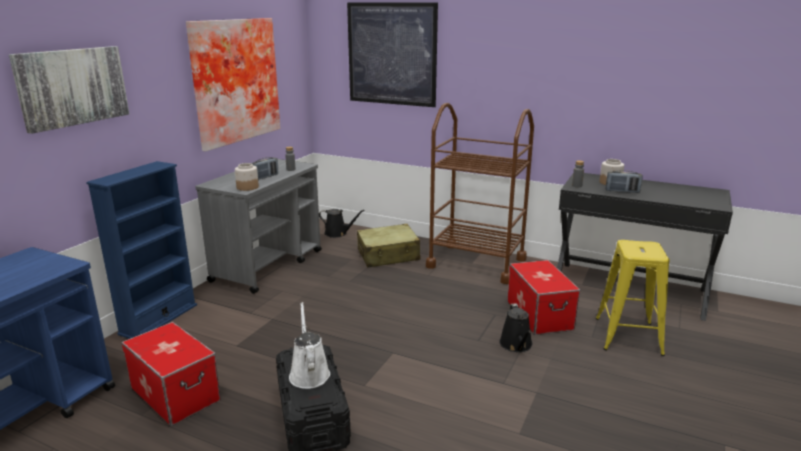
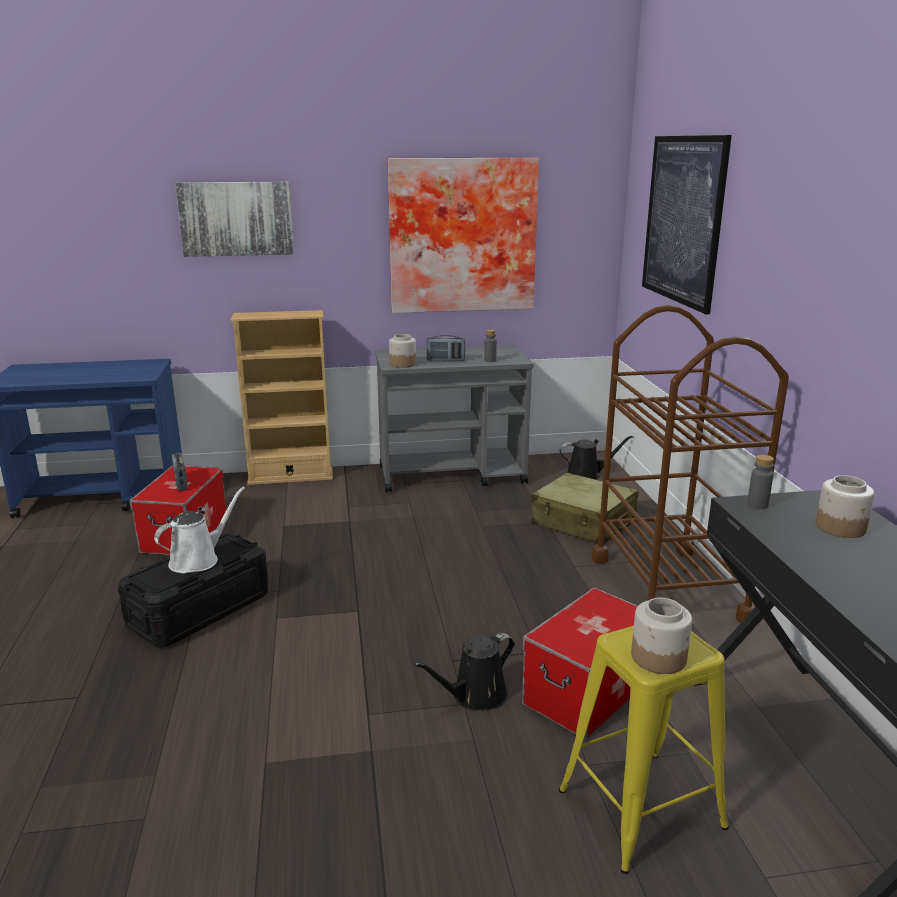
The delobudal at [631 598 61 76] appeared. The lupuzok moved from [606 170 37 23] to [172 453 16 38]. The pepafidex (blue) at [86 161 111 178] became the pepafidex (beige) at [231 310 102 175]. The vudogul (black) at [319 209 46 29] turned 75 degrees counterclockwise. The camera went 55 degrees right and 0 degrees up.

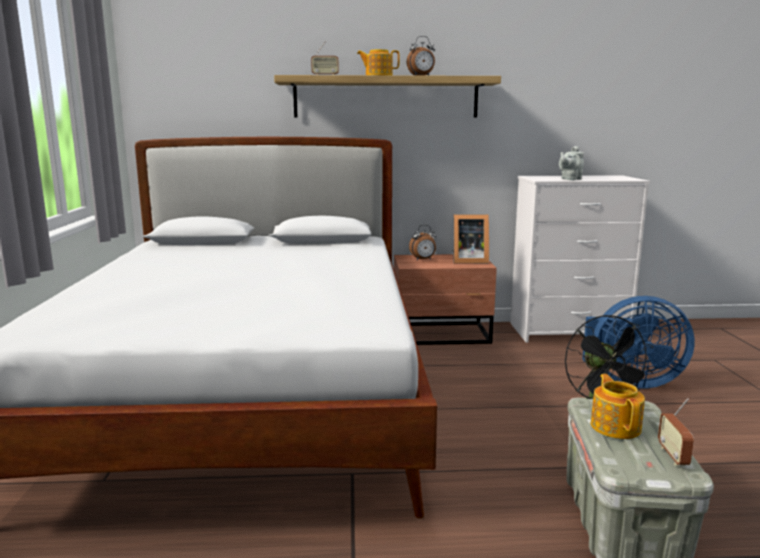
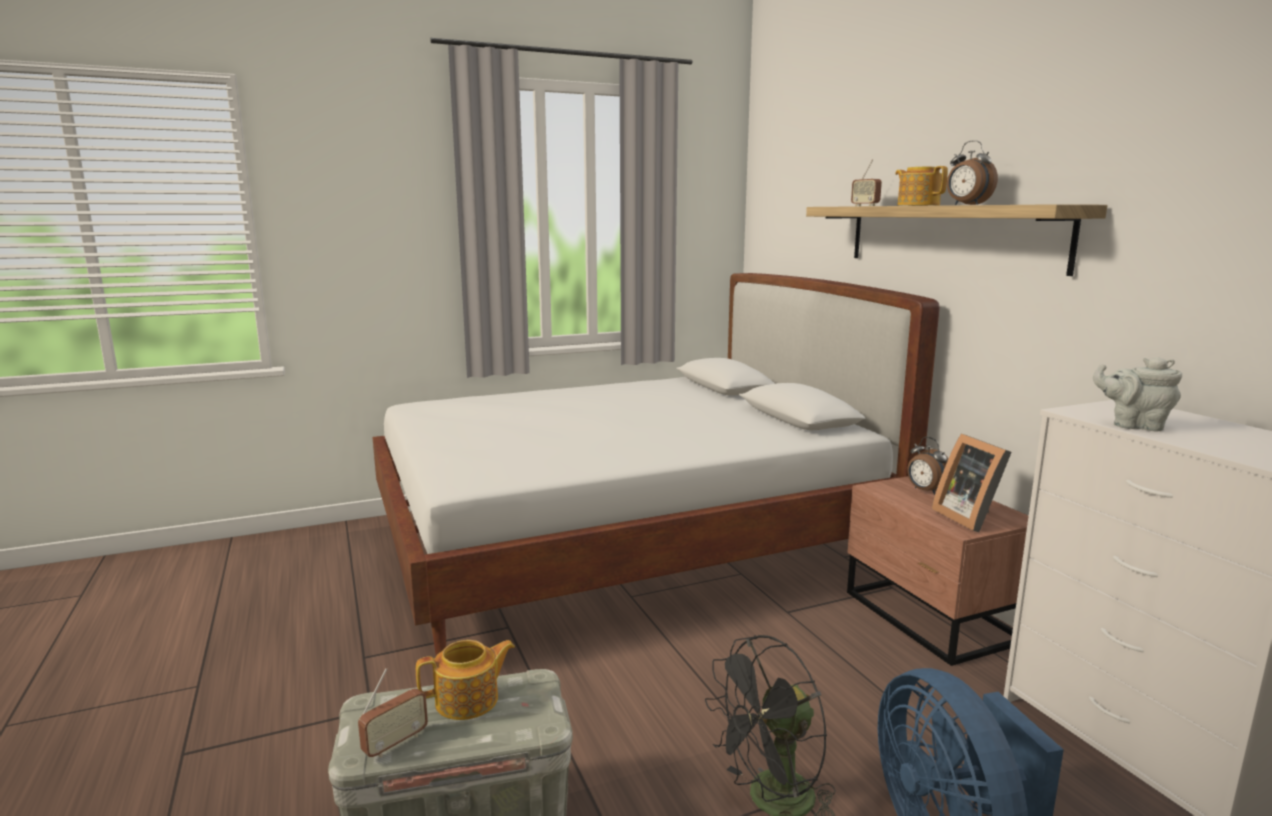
The lupuzok at [658 398 36 68] turned 150 degrees clockwise. The camera went 70 degrees right and 0 degrees up.

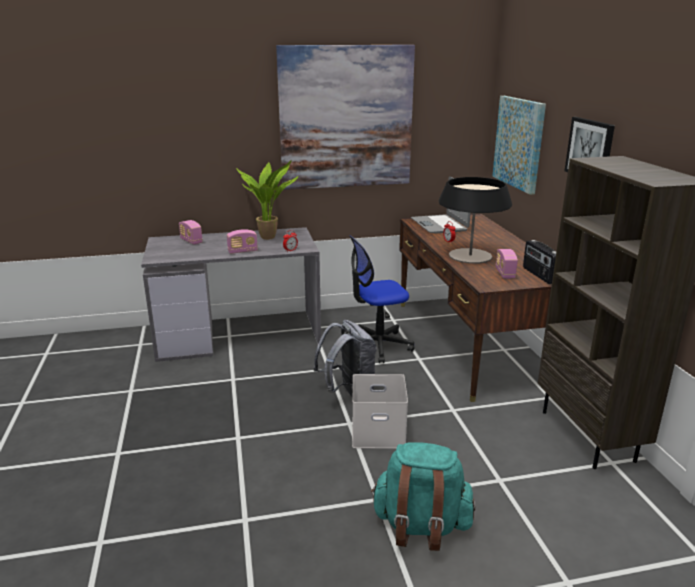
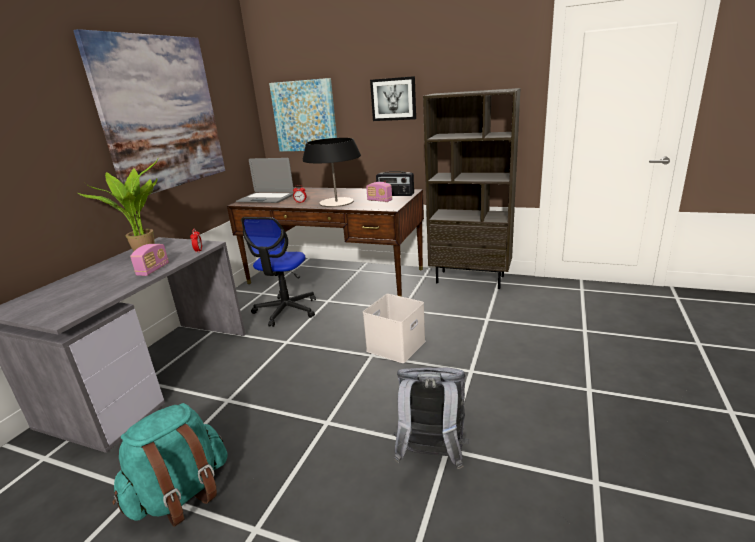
The lupuzok at [179 220 24 25] disappeared. The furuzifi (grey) moved from [313 320 64 78] to [393 367 76 102]. The furuzifi (turquoise) moved from [371 442 104 109] to [113 403 115 124]. The camera went 55 degrees left and 0 degrees up.

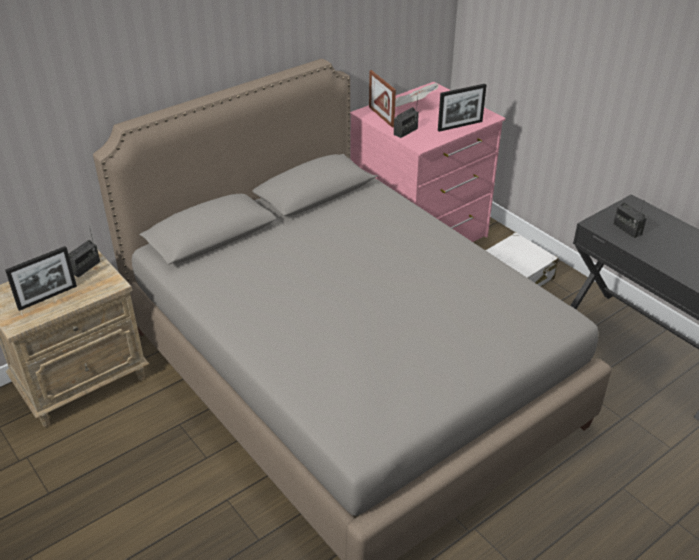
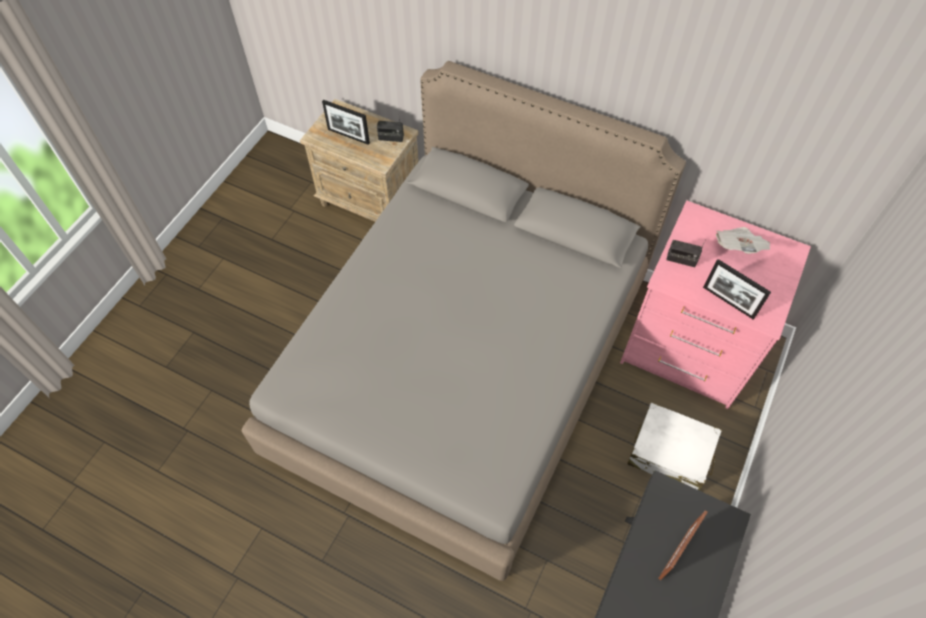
The lupuzok at [613 202 34 36] disappeared. The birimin moved from [369 70 27 58] to [658 510 50 70]. The camera went 65 degrees right and 20 degrees up.

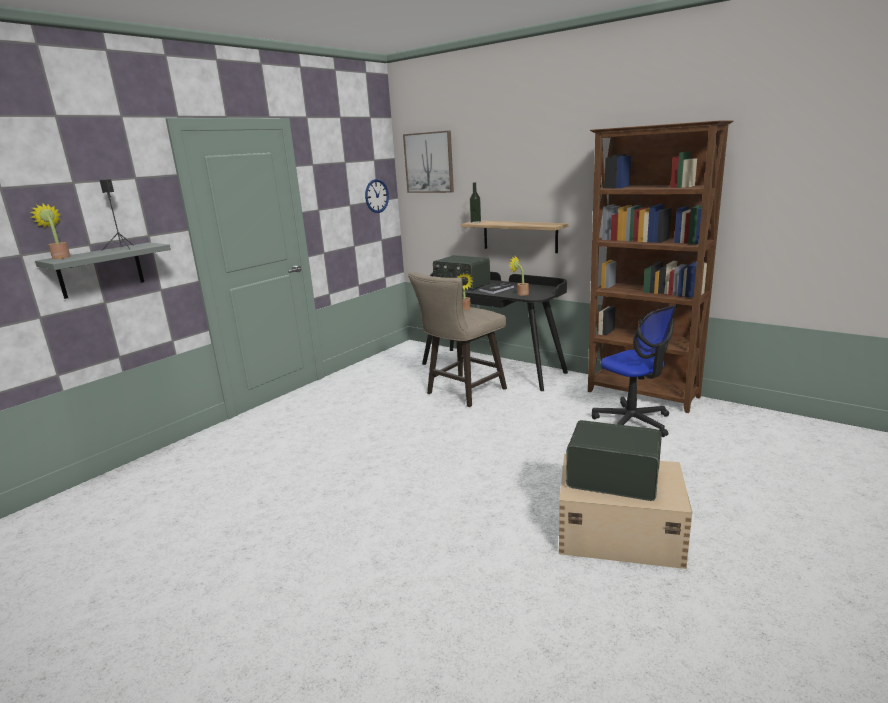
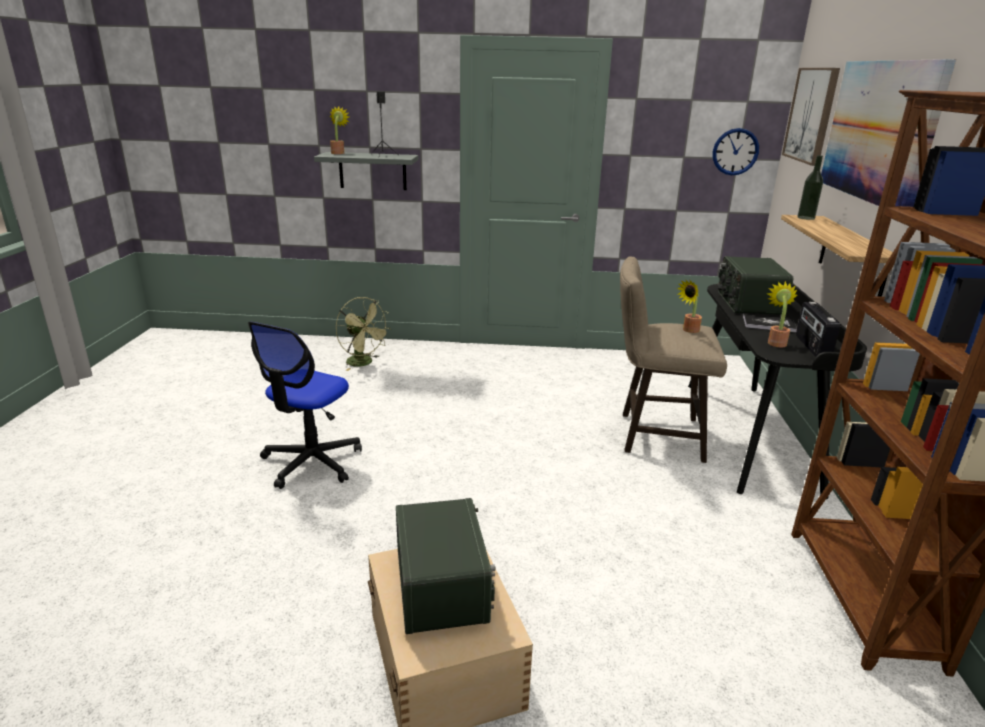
The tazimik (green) at [336 297 55 74] appeared. The lupuzok at [796 302 44 55] appeared. The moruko at [821 59 135 148] appeared. The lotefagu moved from [591 305 86 132] to [248 321 114 168]. The camera went 55 degrees right and 5 degrees up.

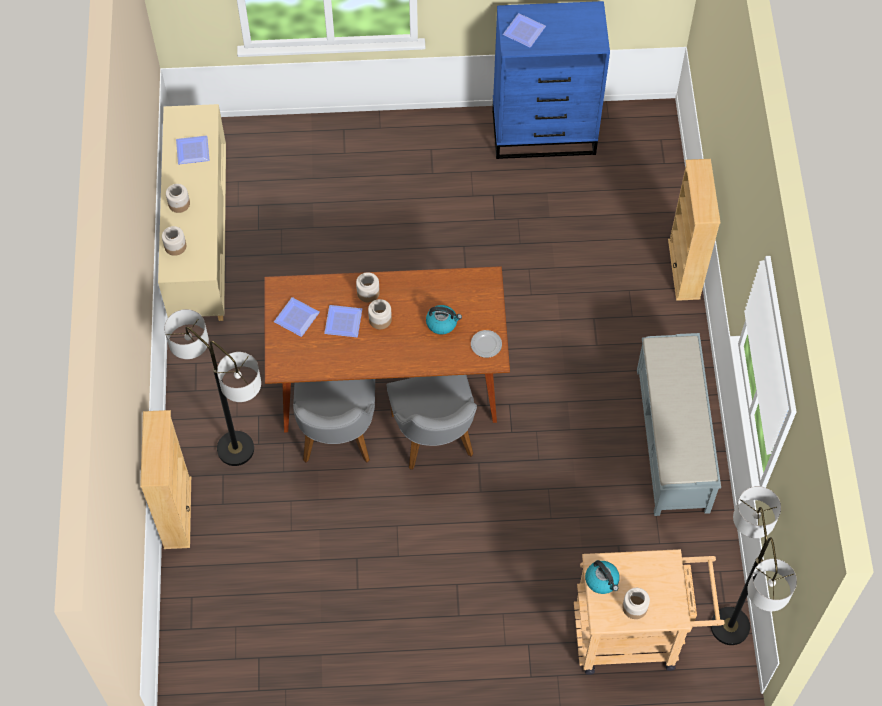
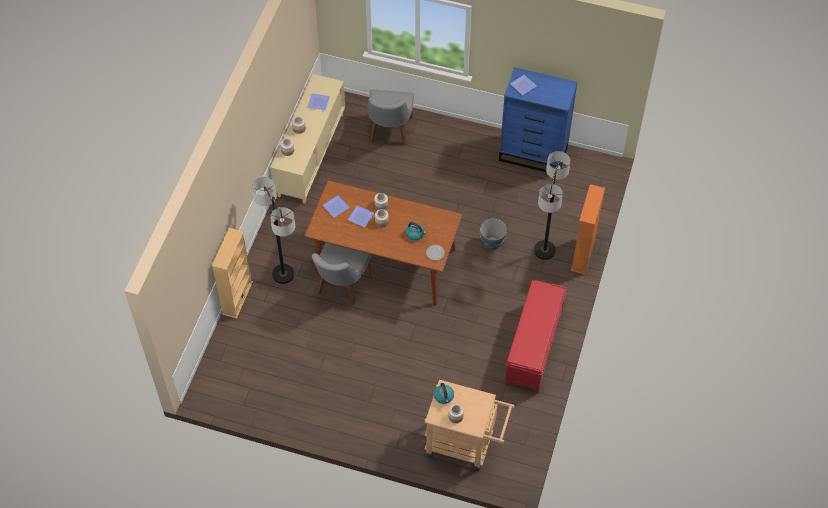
The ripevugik at [480 219 27 31] appeared. The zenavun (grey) moved from [387 375 90 95] to [367 89 47 56]. The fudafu moved from [711 486 86 159] to [534 151 37 109]. The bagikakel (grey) at [637 333 84 183] became the bagikakel (red) at [505 280 62 114]. The pepafidex (beige) at [668 159 53 142] became the pepafidex (orange) at [571 184 34 91]. The camera went 20 degrees right and 5 degrees down.

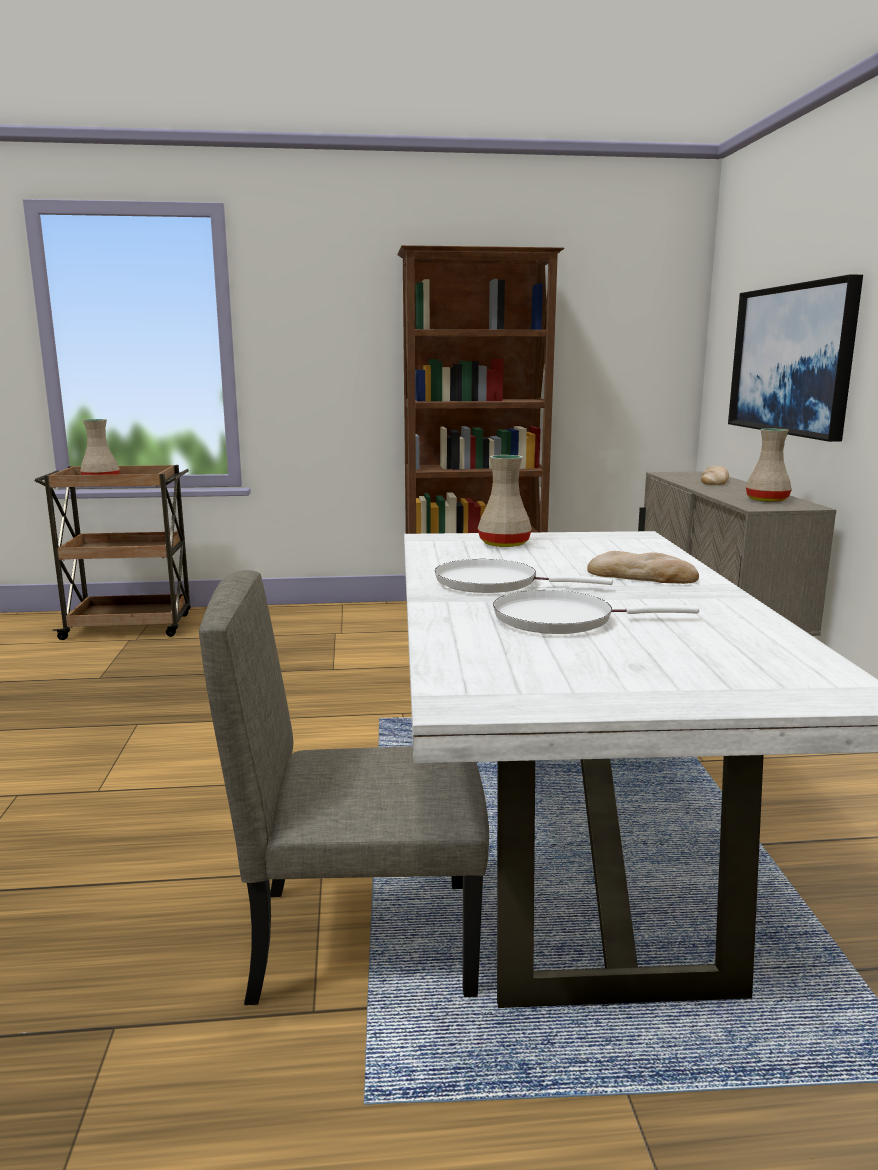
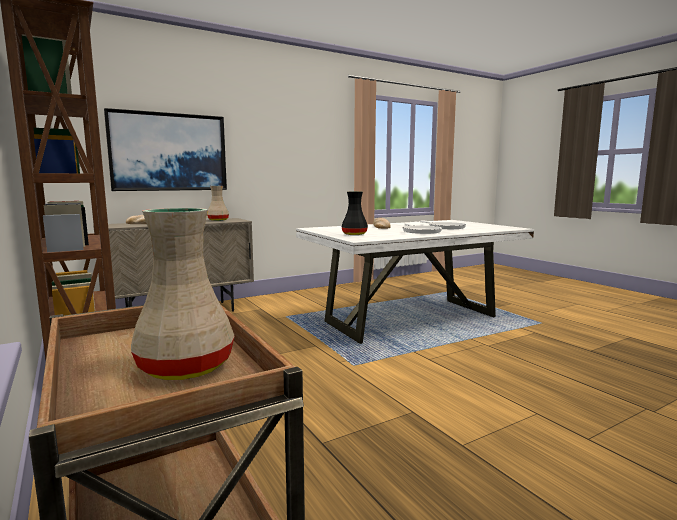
The zenavun (beige) at [199 570 290 435] disappeared. The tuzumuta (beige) at [477 455 55 92] became the tuzumuta (black) at [342 191 26 44]. The camera went 115 degrees left and 5 degrees down.

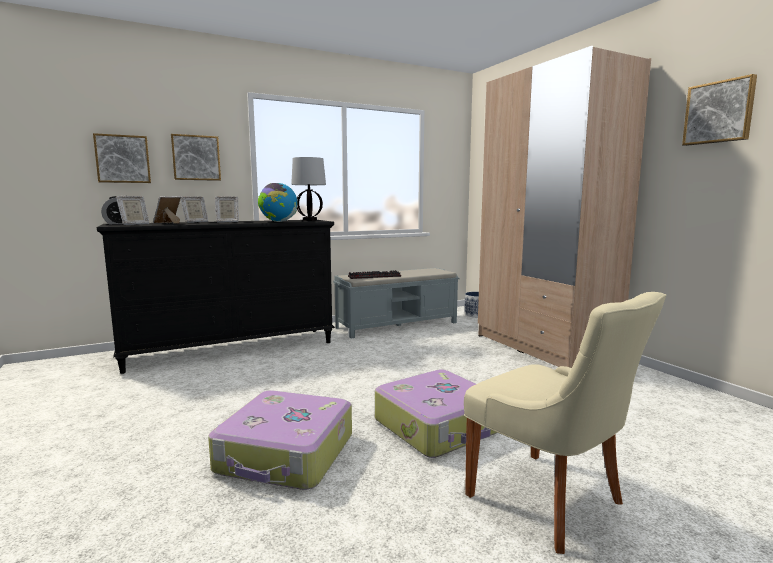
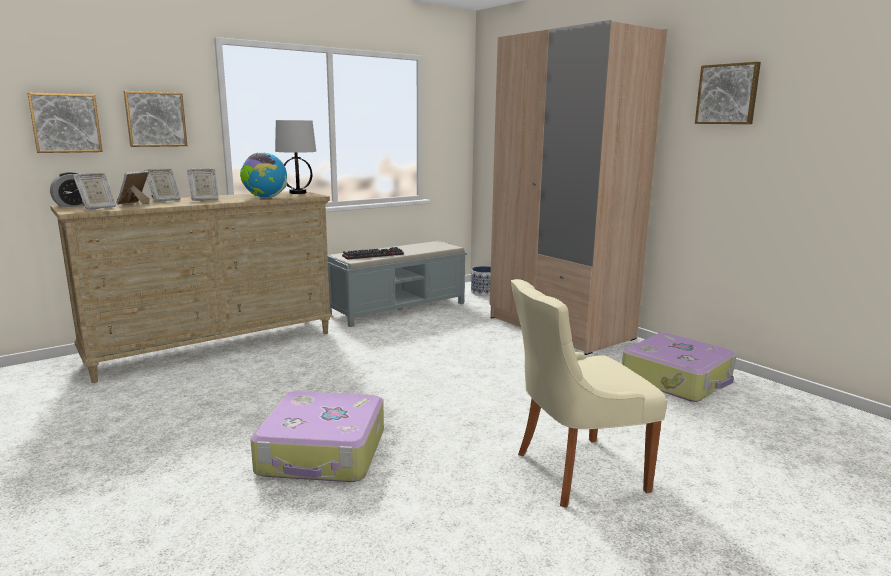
The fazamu moved from [375 370 122 88] to [622 333 114 69]. The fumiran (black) at [97 220 238 154] became the fumiran (beige) at [50 191 283 192]. The zenavun (beige) at [464 292 202 262] turned 120 degrees clockwise. The camera went 10 degrees left and 5 degrees up.

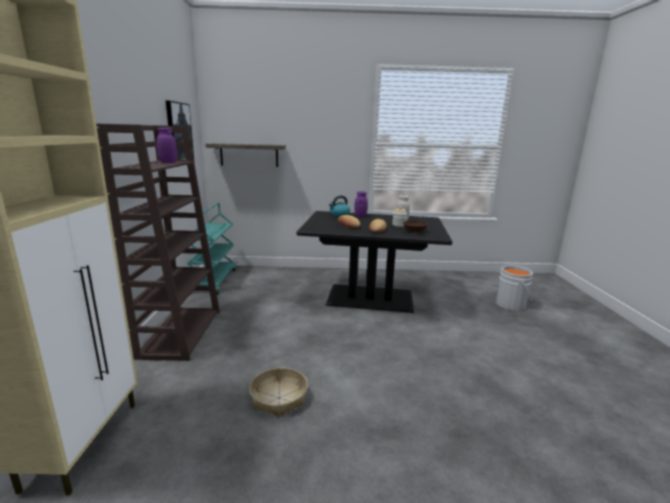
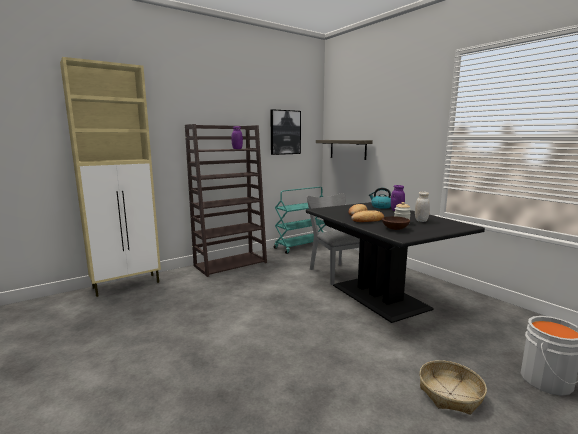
The zenavun (grey) at [307 193 53 92] appeared. The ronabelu moved from [249 368 59 49] to [419 360 68 55]. The camera went 55 degrees right and 5 degrees down.

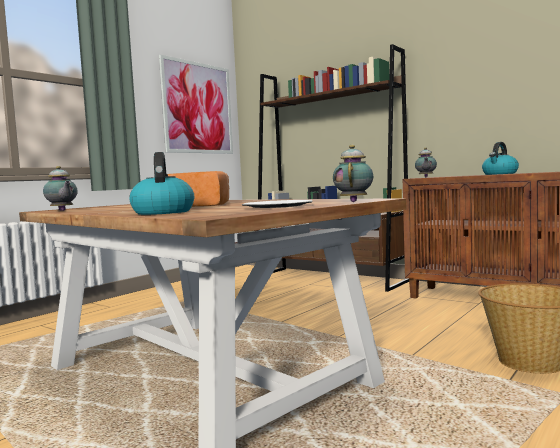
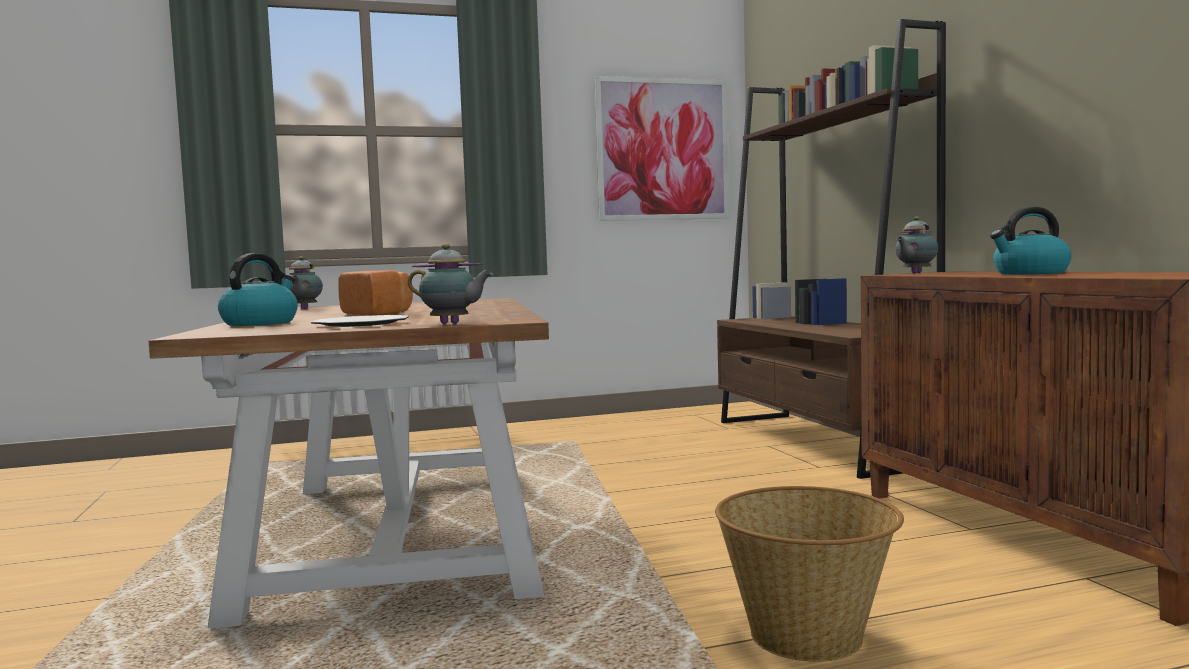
The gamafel at [333 145 40 57] turned 60 degrees clockwise. The camera went 35 degrees right and 0 degrees up.

